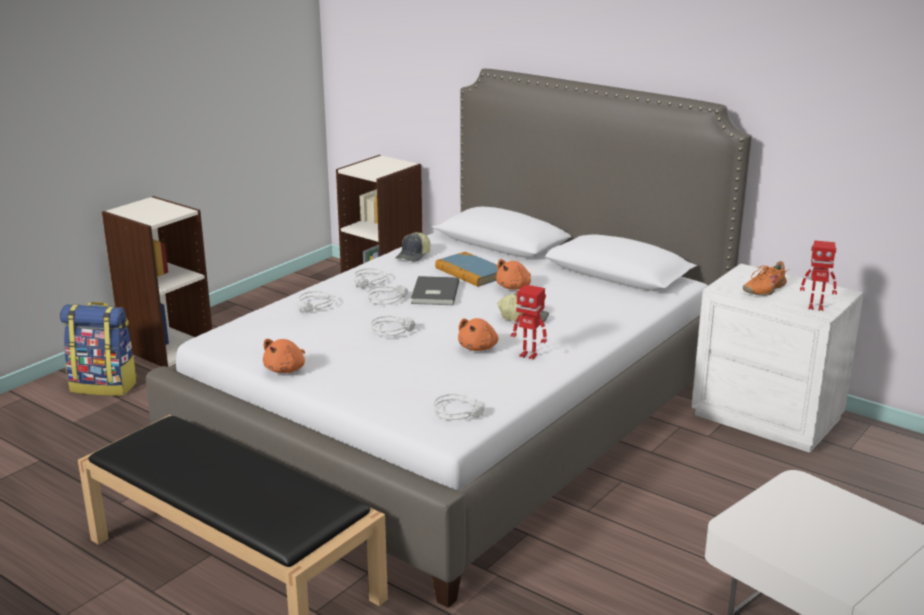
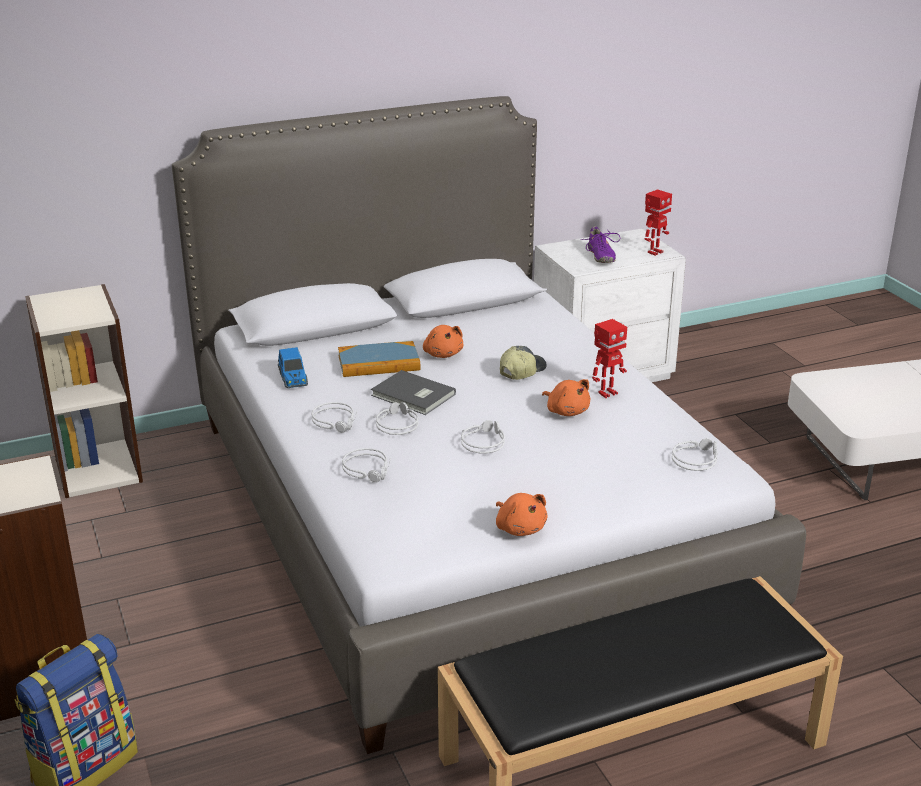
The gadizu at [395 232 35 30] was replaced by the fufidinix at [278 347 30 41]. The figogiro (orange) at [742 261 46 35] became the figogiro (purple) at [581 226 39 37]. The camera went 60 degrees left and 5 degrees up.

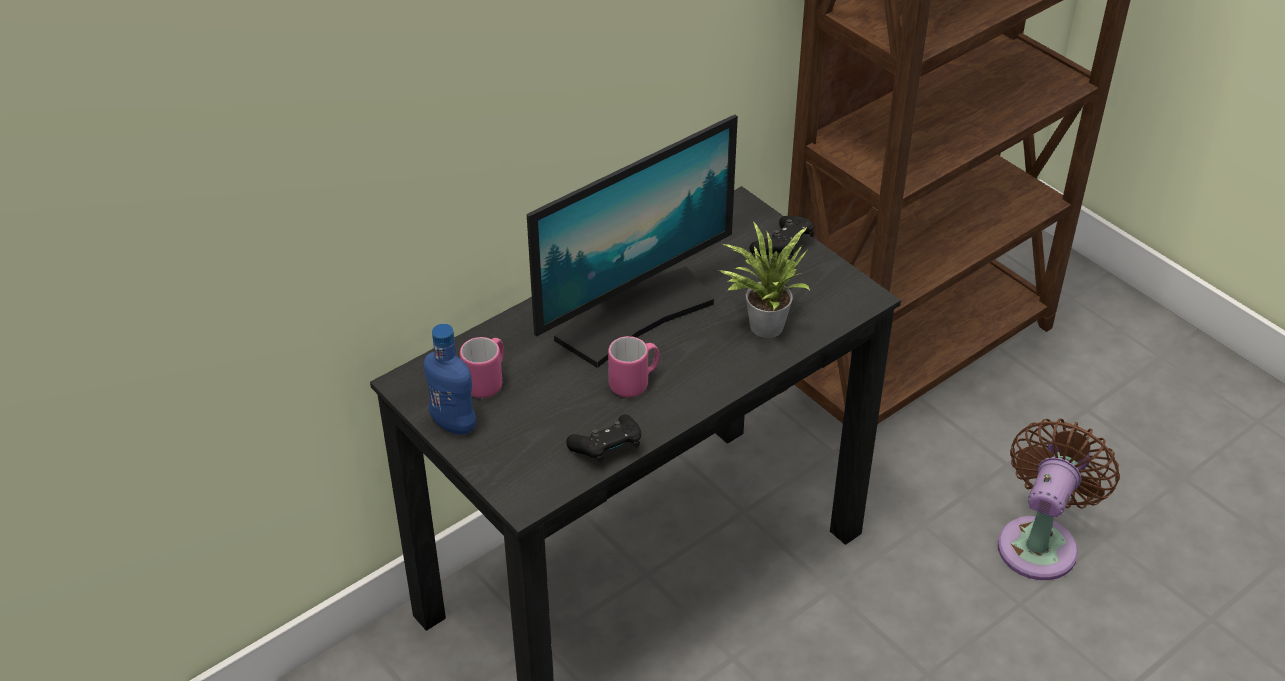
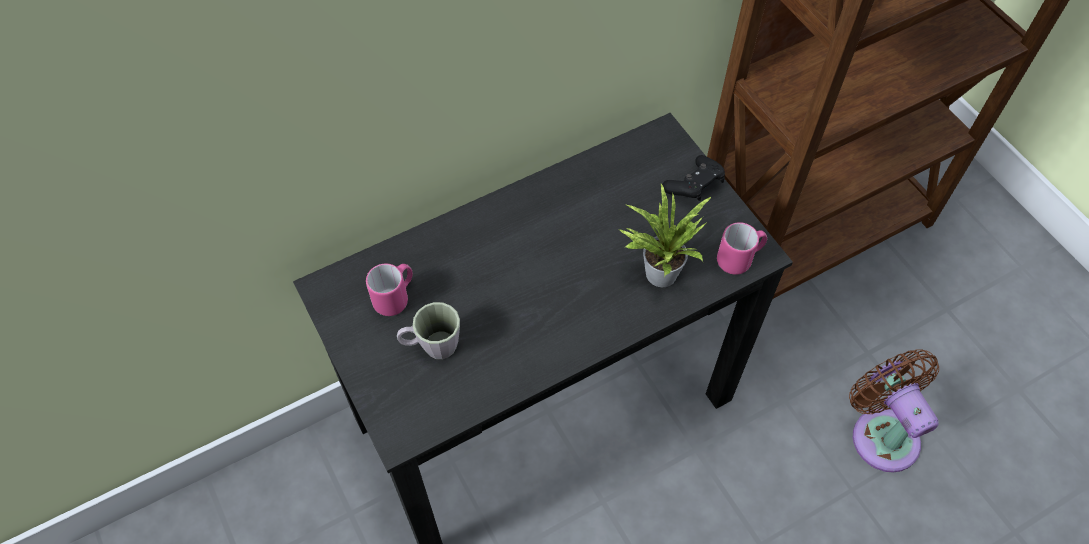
The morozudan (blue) at [424 324 52 111] disappeared. The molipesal at [527 115 211 253] disappeared. The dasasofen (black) at [566 414 75 49] disappeared. The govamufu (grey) at [397 302 63 57] appeared. The govamufu (pink) moved from [608 336 52 61] to [717 222 50 53]. The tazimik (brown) at [998 419 122 161] turned 60 degrees counterclockwise. The camera went 10 degrees right and 15 degrees up.

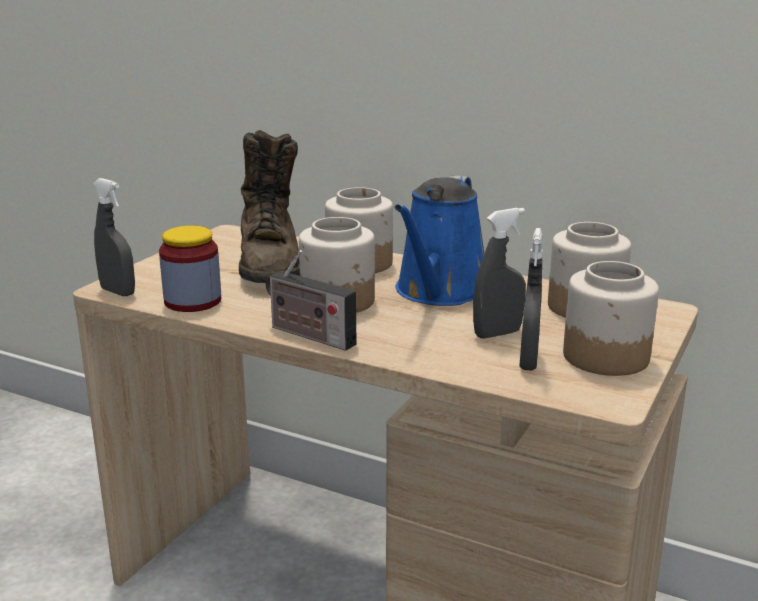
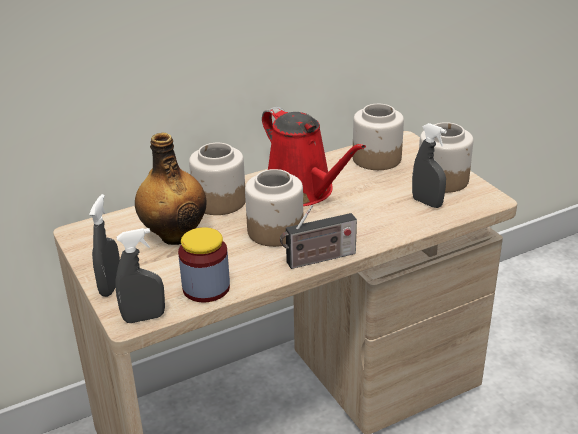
The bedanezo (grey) moved from [473 208 53 131] to [89 194 31 103]. The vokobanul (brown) at [239 130 61 153] was replaced by the morozudan at [135 133 71 112]. The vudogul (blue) at [395 176 89 130] became the vudogul (red) at [262 107 104 99]. The camera went 55 degrees left and 10 degrees up.

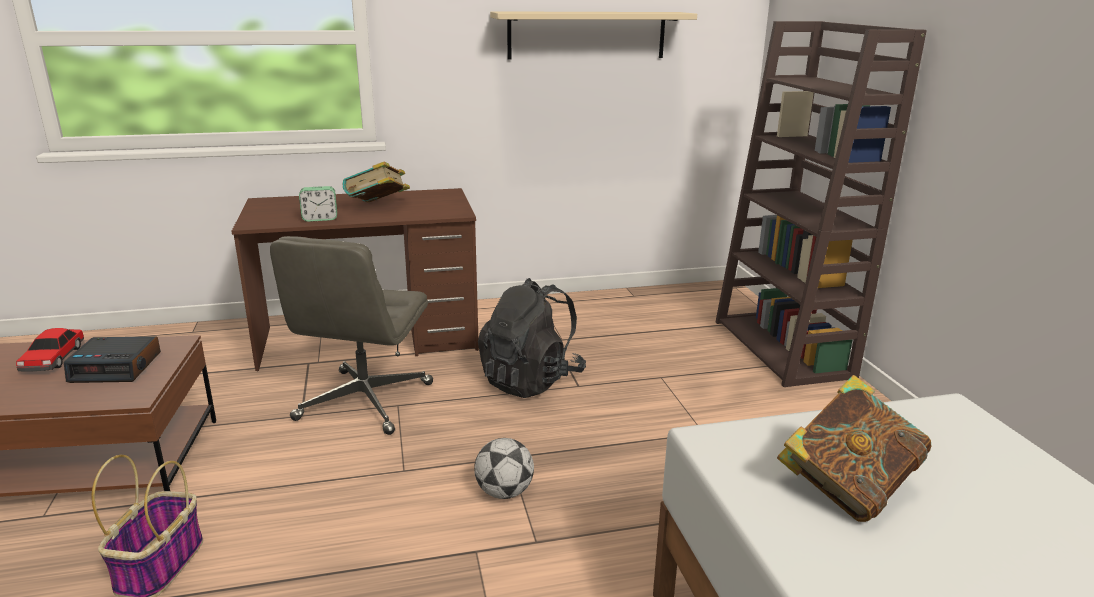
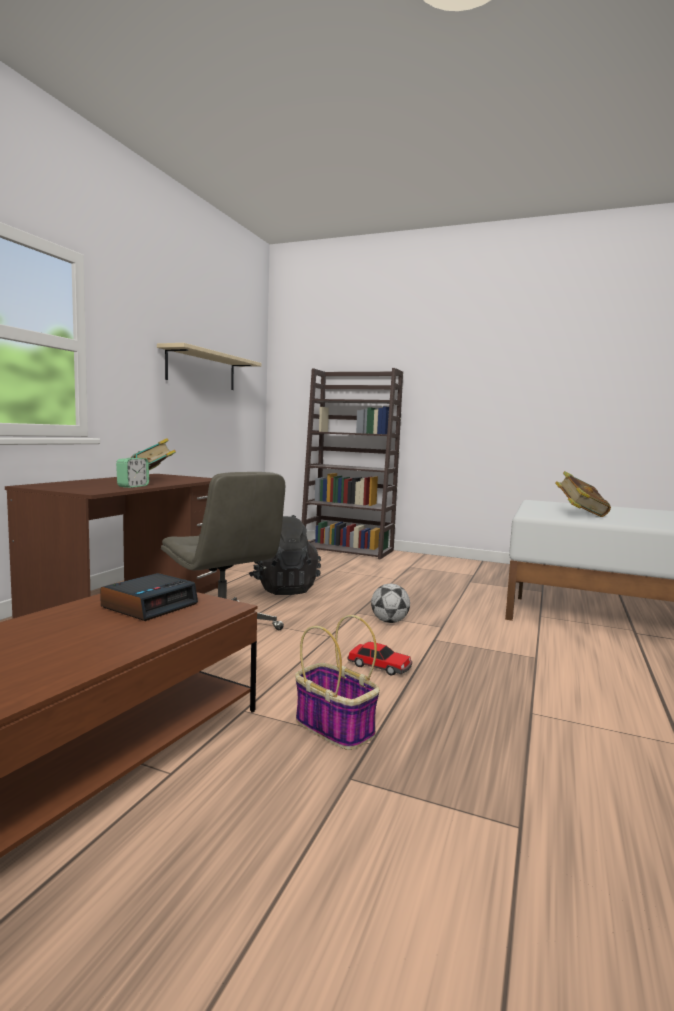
The fufidinix moved from [16 328 68 44] to [348 642 64 33]. The camera went 55 degrees left and 15 degrees down.

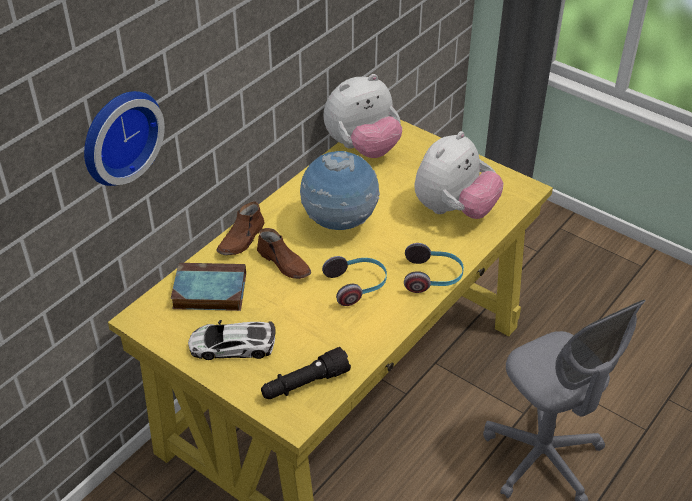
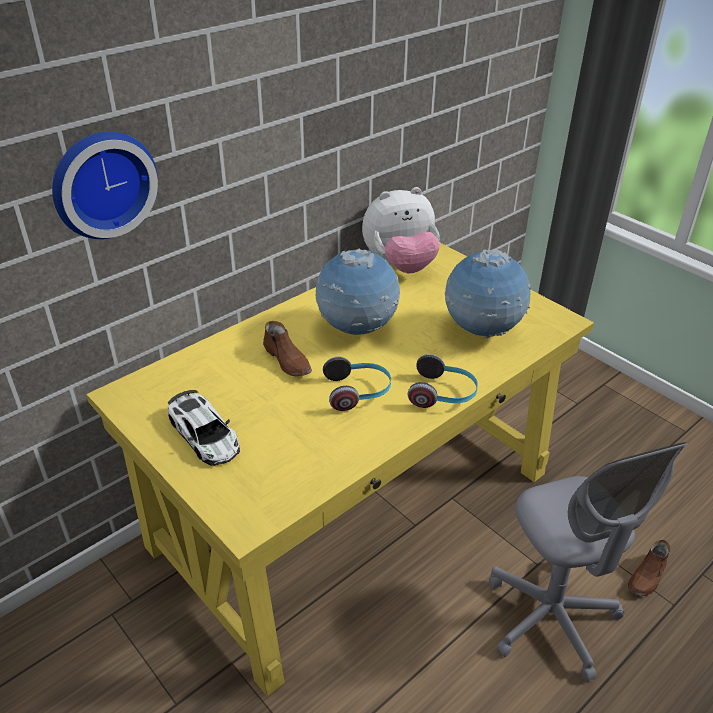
The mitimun at [171 263 75 48] disappeared. The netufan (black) at [261 347 90 52] disappeared. The figogiro (brown) moved from [217 201 48 54] to [628 540 43 56]. The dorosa at [414 131 89 88] was replaced by the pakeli at [445 249 86 89]. The fufidinix at [188 320 88 40] turned 135 degrees counterclockwise. The camera went 10 degrees right and 5 degrees down.

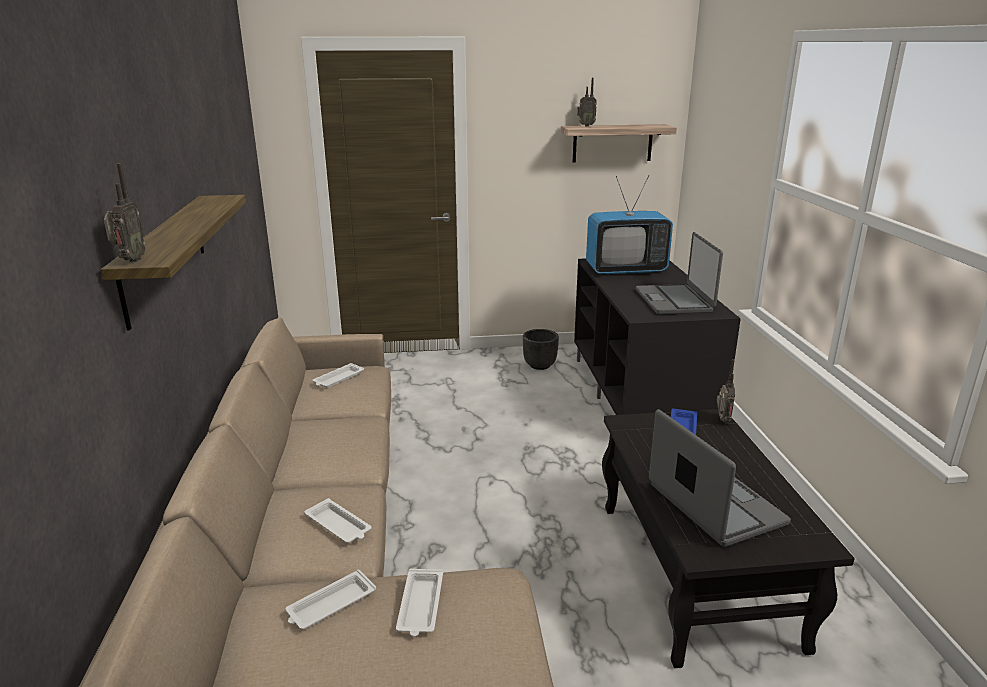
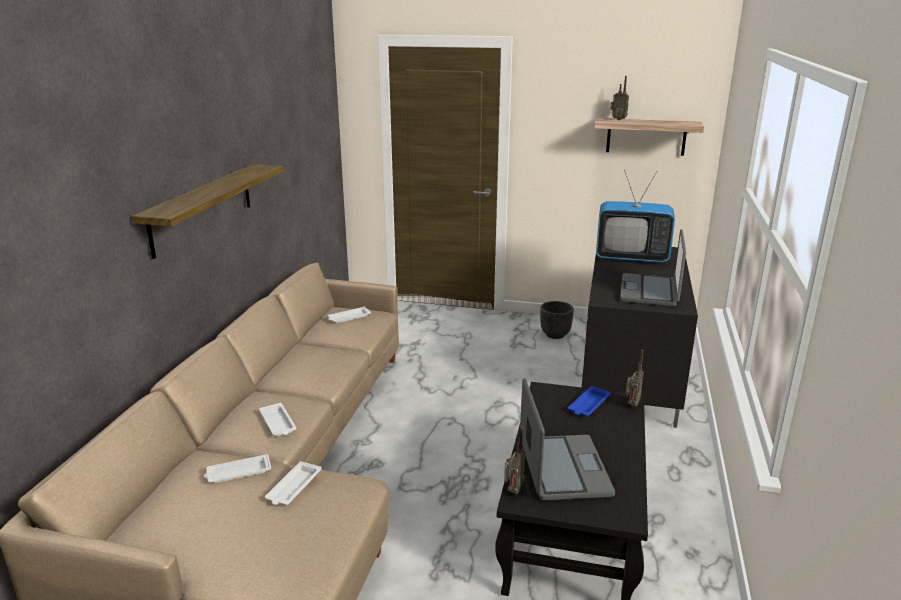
The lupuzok moved from [104 163 42 99] to [504 426 22 68]. The camera went 20 degrees right and 0 degrees up.

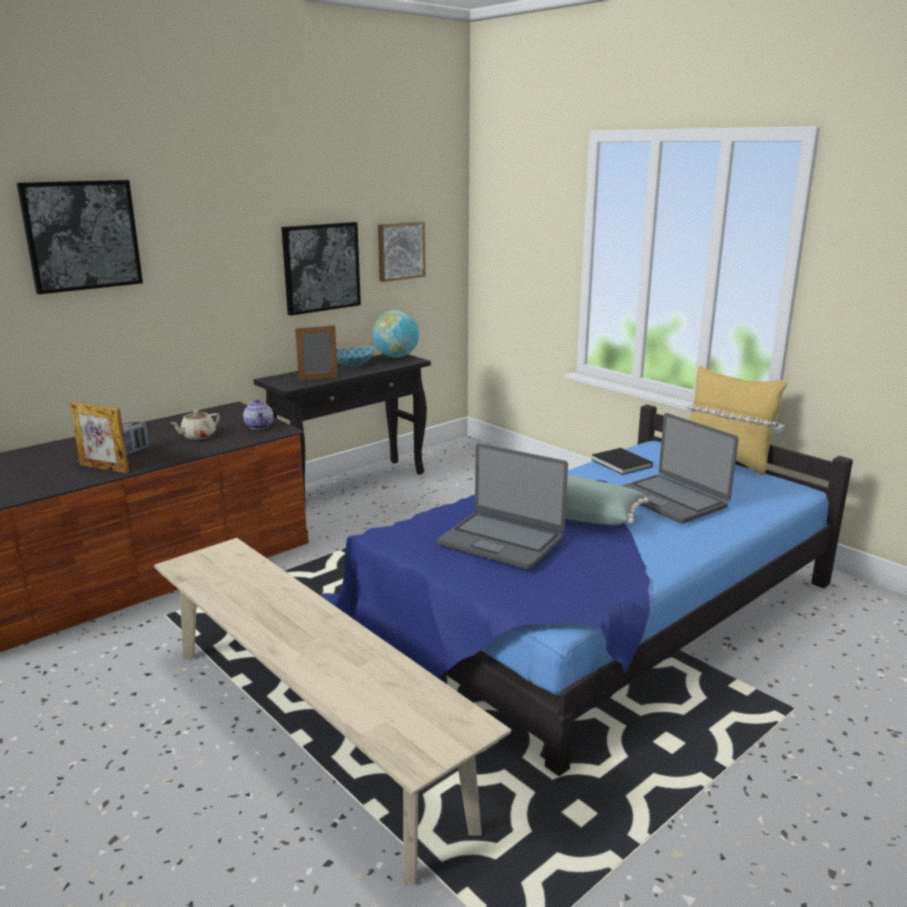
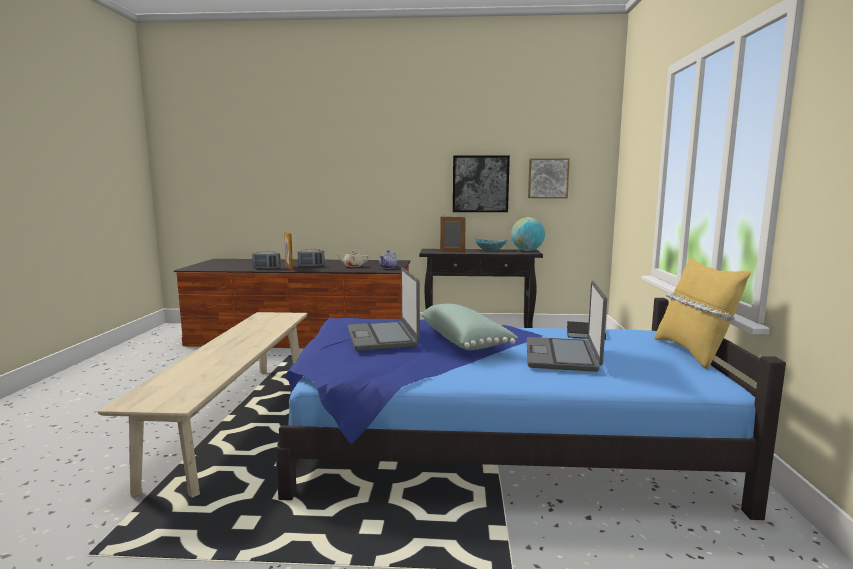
The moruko at [17 180 126 114] disappeared. The lupuzok at [252 251 29 18] appeared. The camera went 45 degrees right and 10 degrees down.

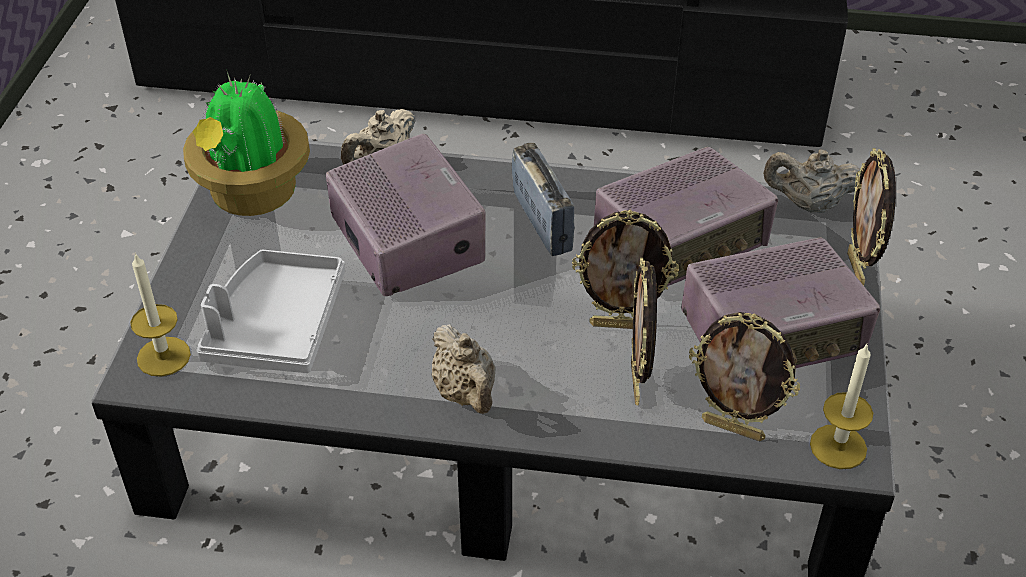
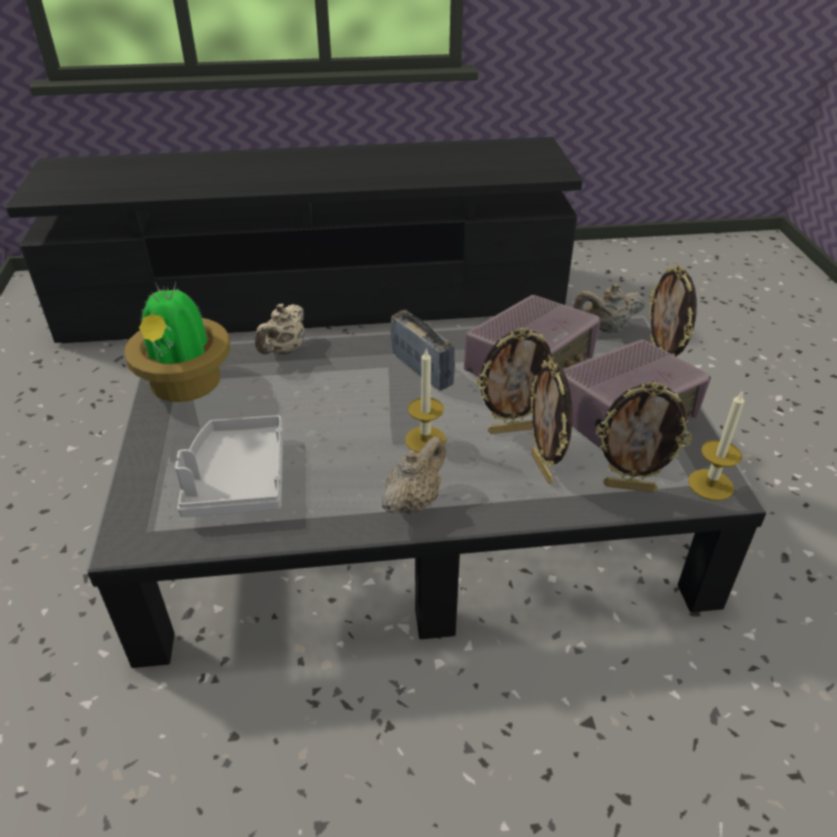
The lupuzok at [325 134 161 162] disappeared. The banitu moved from [130 252 61 125] to [405 348 41 105]. The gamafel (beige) at [431 324 65 90] turned 105 degrees counterclockwise. The camera went 15 degrees left and 5 degrees down.

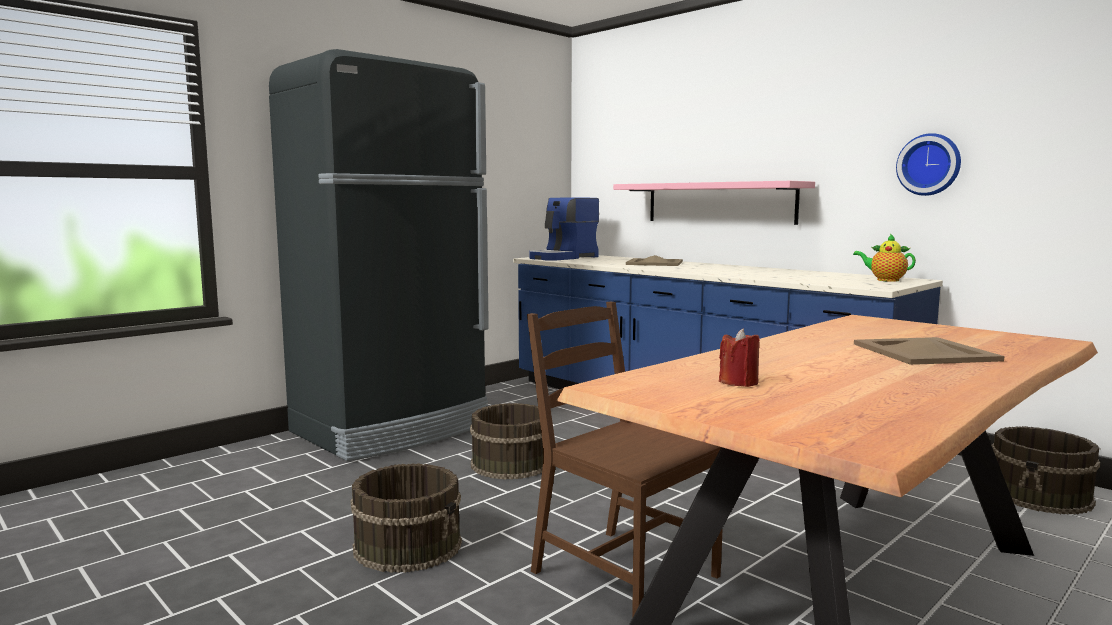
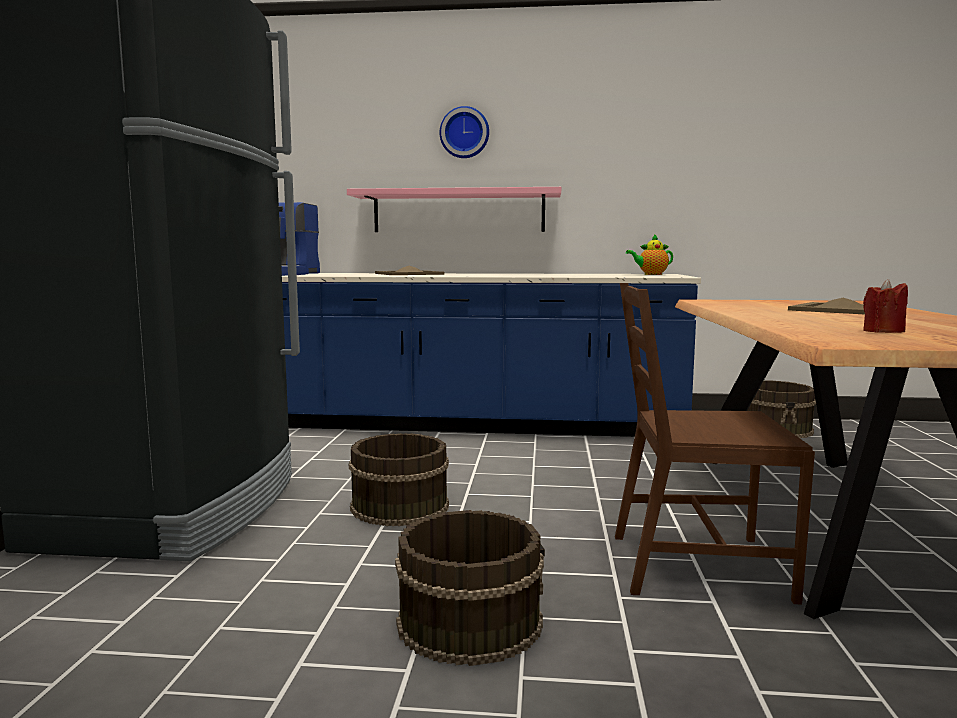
The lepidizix moved from [896 133 65 63] to [440 106 49 52]. The camera went 40 degrees left and 0 degrees up.

